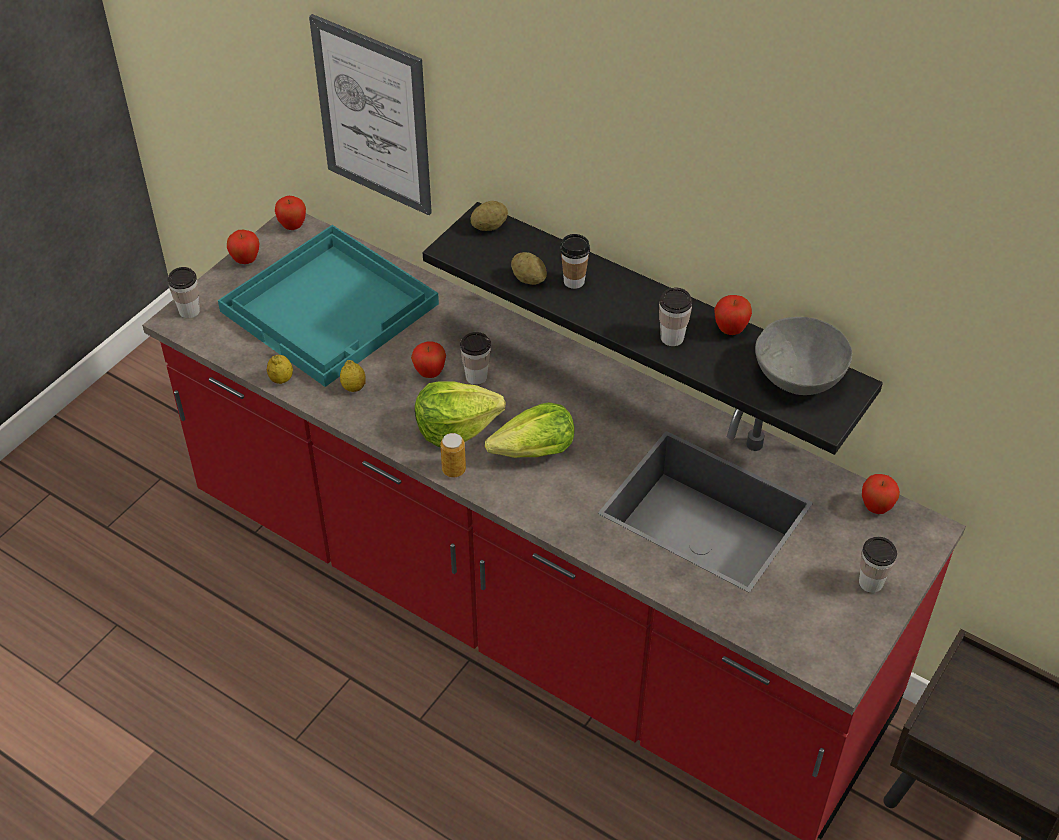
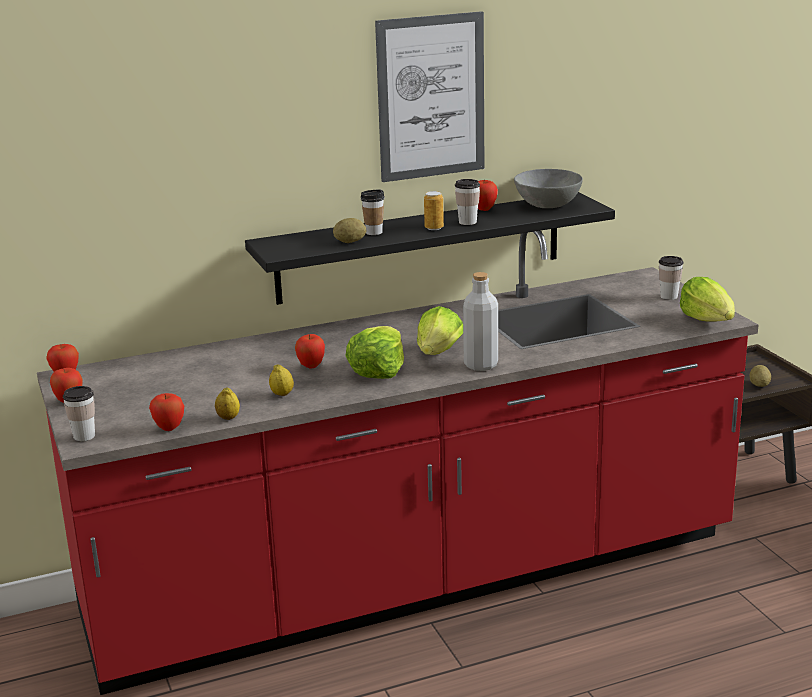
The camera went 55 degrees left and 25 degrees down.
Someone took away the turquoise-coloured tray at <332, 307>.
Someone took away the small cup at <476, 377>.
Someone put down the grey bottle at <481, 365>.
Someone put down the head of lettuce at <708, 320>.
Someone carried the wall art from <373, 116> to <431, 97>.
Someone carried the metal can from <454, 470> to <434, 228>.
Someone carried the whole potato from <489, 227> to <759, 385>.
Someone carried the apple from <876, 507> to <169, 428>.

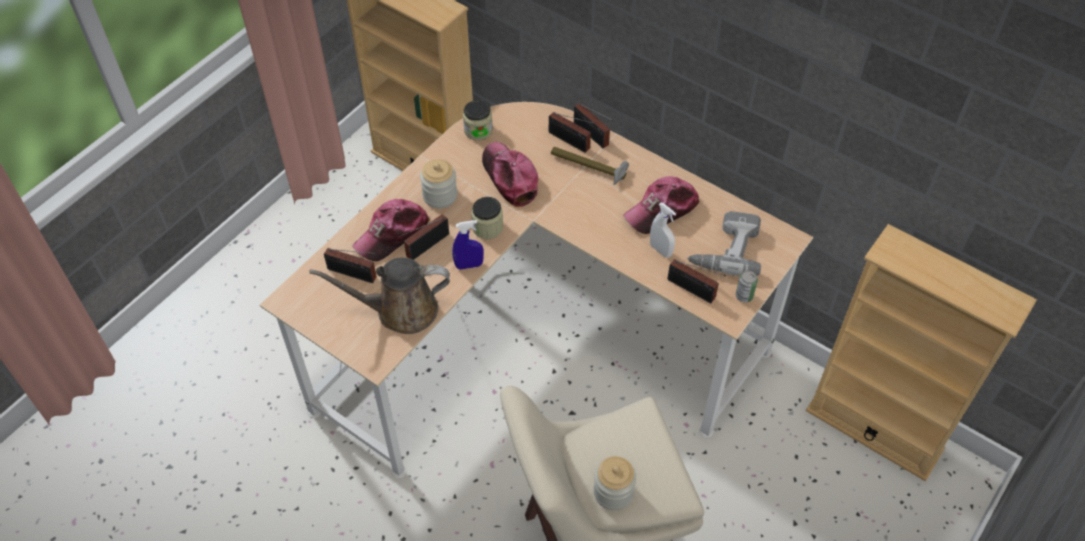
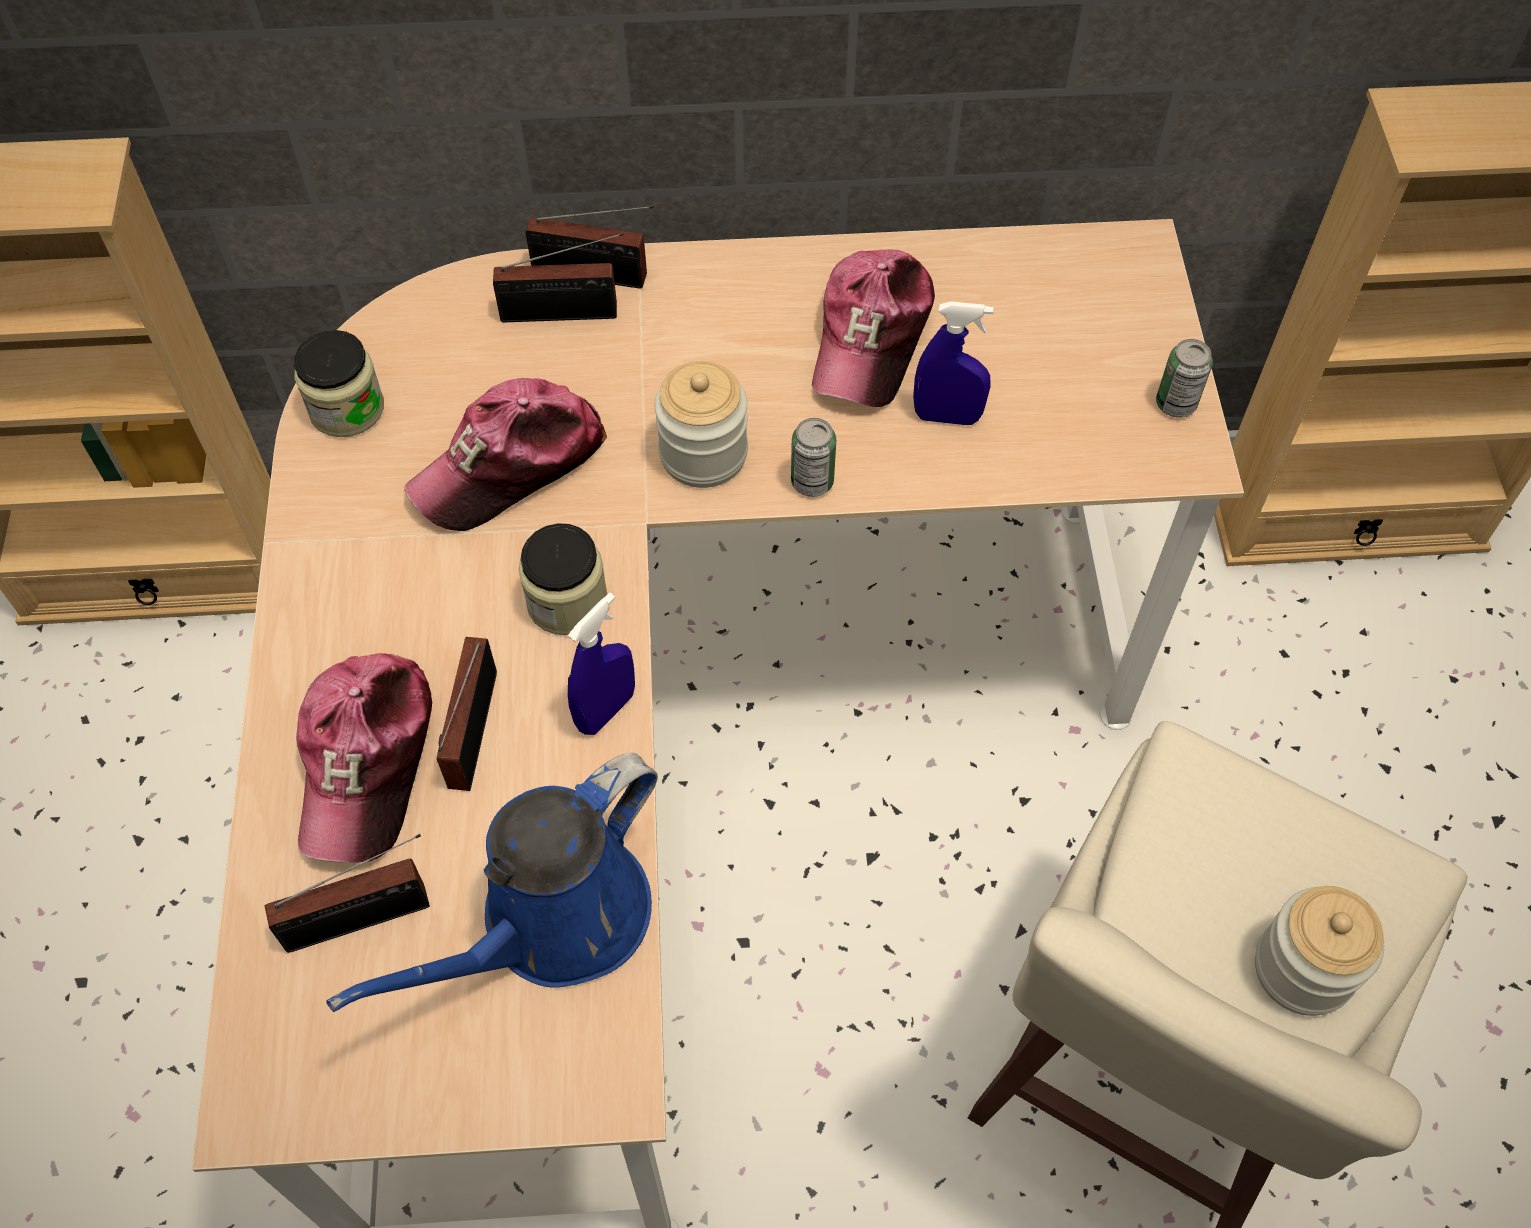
The camera went 40 degrees left and 5 degrees up.
Someone took away the hammer at <588, 167>.
Someone took away the radio receiver at <693, 290>.
Someone took away the power drill at <725, 249>.
Someone put down the metal can at <812, 482>.
Someone carried the jar from <440, 196> to <703, 454>.
Someone repainted the brownish watering can at <400, 310>, which became the blue-coloured watering can at <552, 922>.
Someone repainted the whitish hand sprayer at <660, 250>, which became the blue-coloured hand sprayer at <947, 416>.
Someone rotated the cap at <509, 177> by 60 degrees counterclockwise.

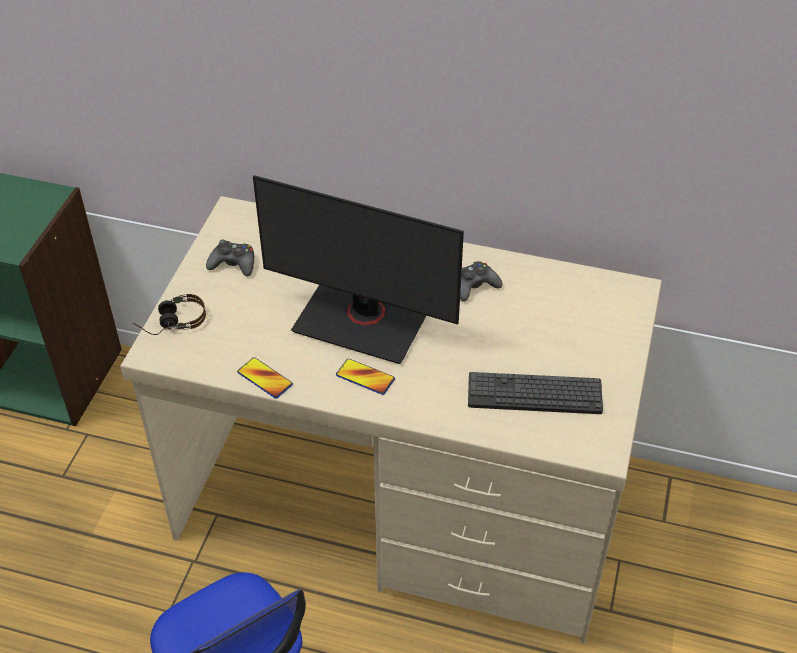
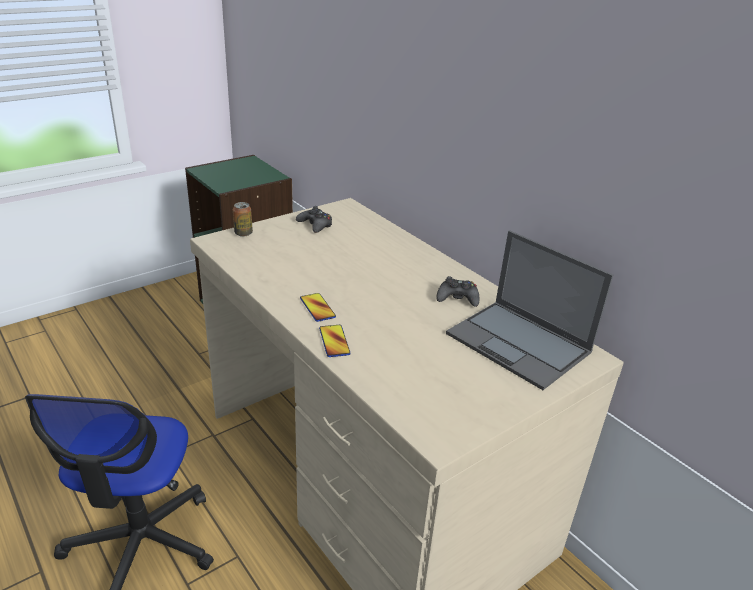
The camera went 35 degrees right and 15 degrees down.
Someone took away the computer display at <362, 320>.
Someone took away the computer keyboard at <534, 394>.
Someone put down the notebook computer at <519, 344>.
Someone carried the handset from <265, 378> to <334, 341>.
Someone swapped the headset at <171, 322> for the metal can at <243, 233>.

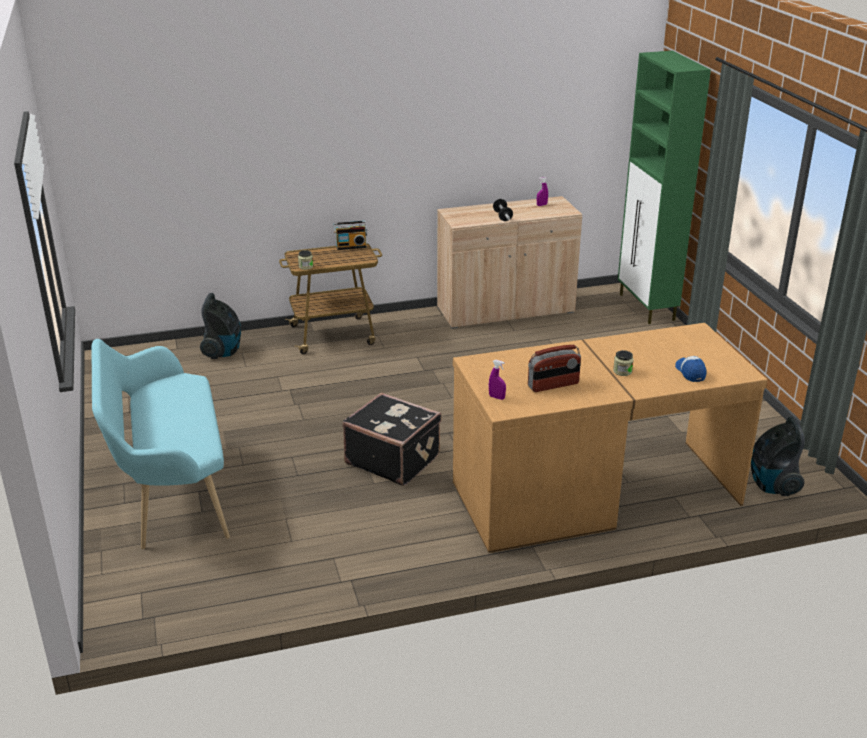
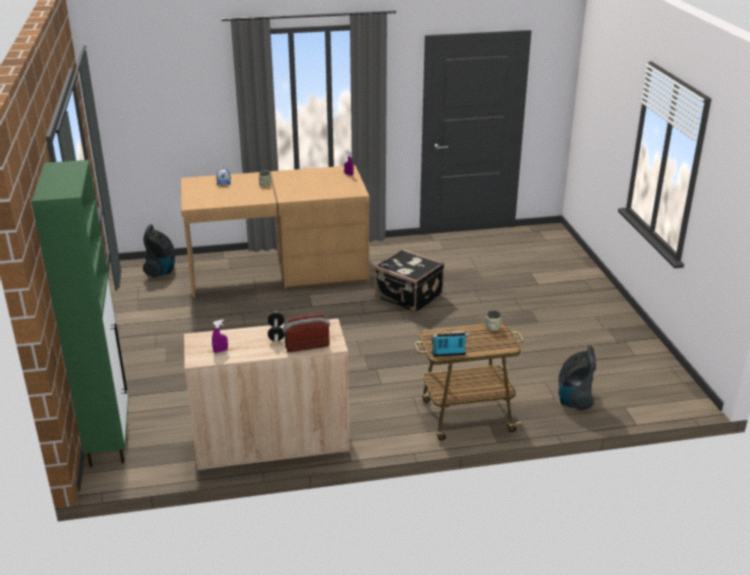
The camera went 175 degrees left and 0 degrees up.
Someone took away the turquoise-coloured long seat at <170, 491>.
Someone carried the radio receiver from <553, 385> to <307, 346>.

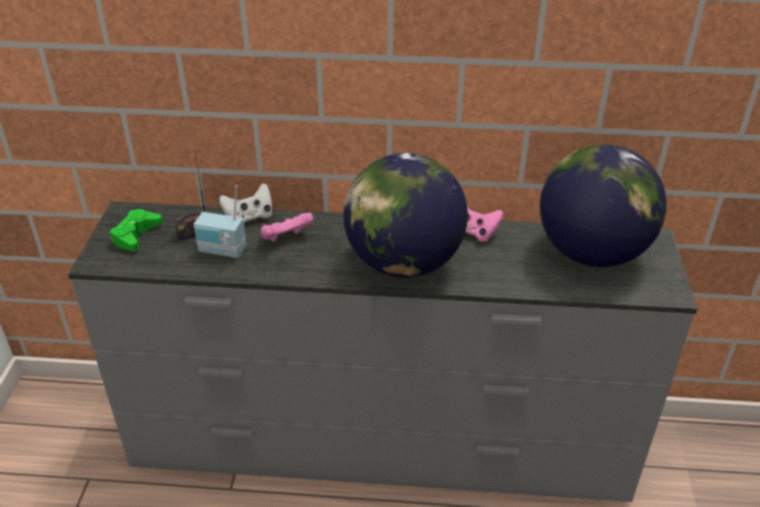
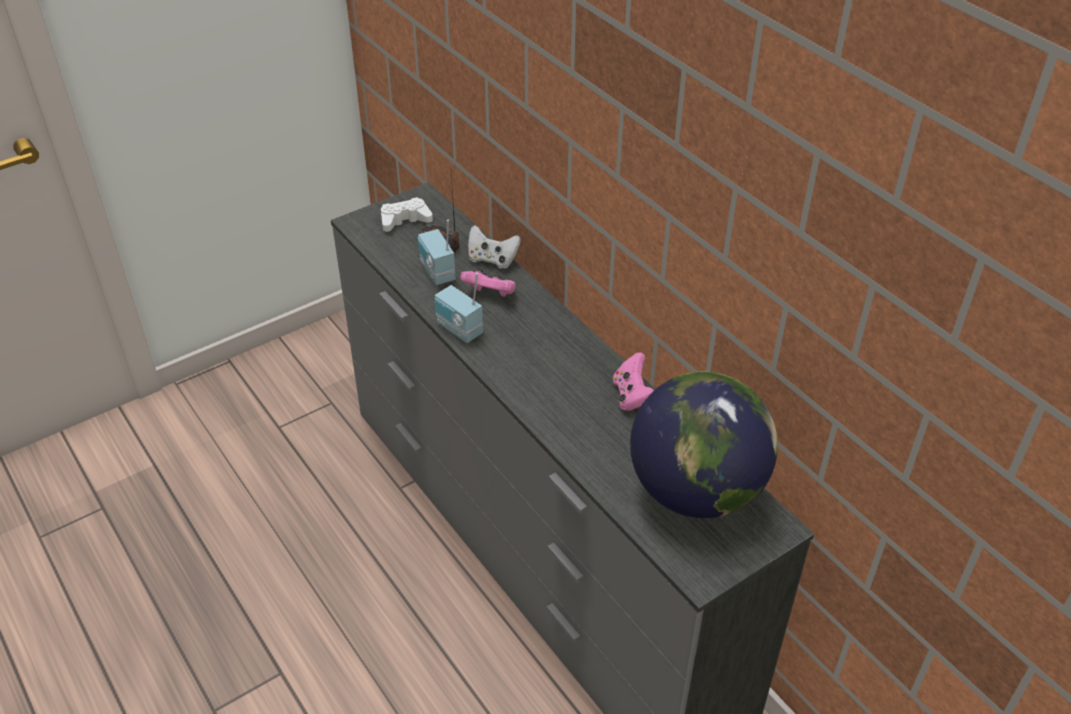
The camera went 50 degrees right and 5 degrees up.
Someone took away the globe at <404, 263>.
Someone put down the radio receiver at <458, 330>.
Someone repainted the green joypad at <136, 235>, which became the whitish joypad at <405, 220>.

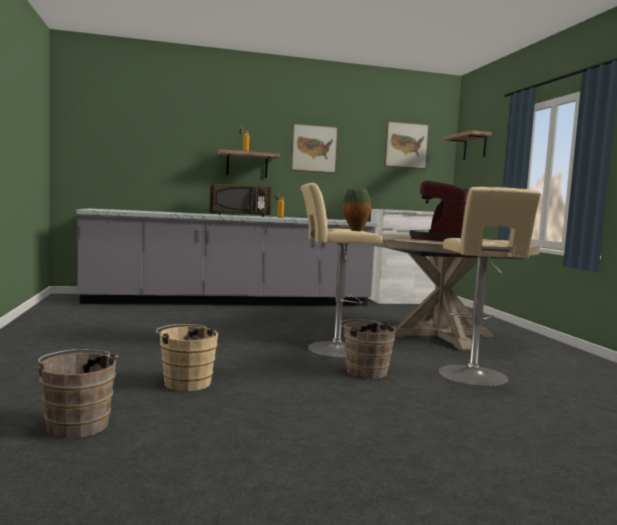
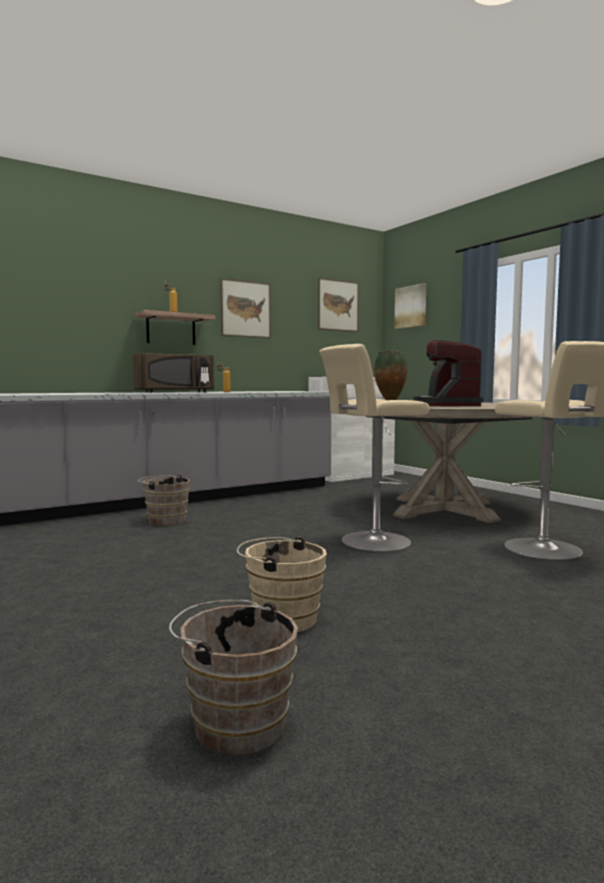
The camera went 20 degrees left and 0 degrees up.
Someone carried the brownish water bucket from <364, 371> to <165, 520>.
Someone swapped the shelf at <475, 147> for the wall art at <411, 306>.

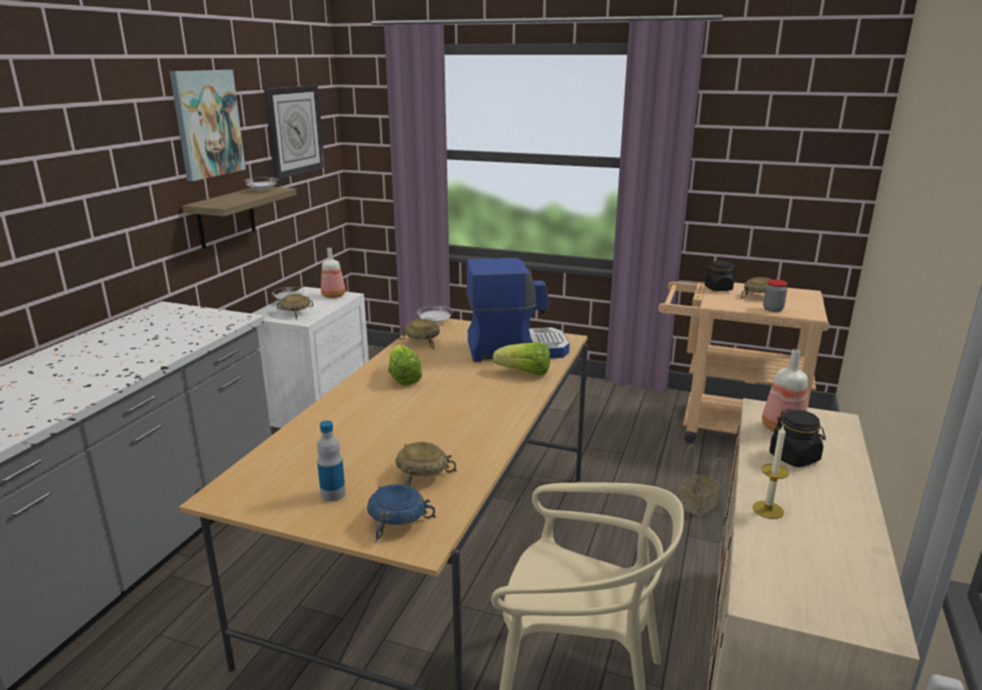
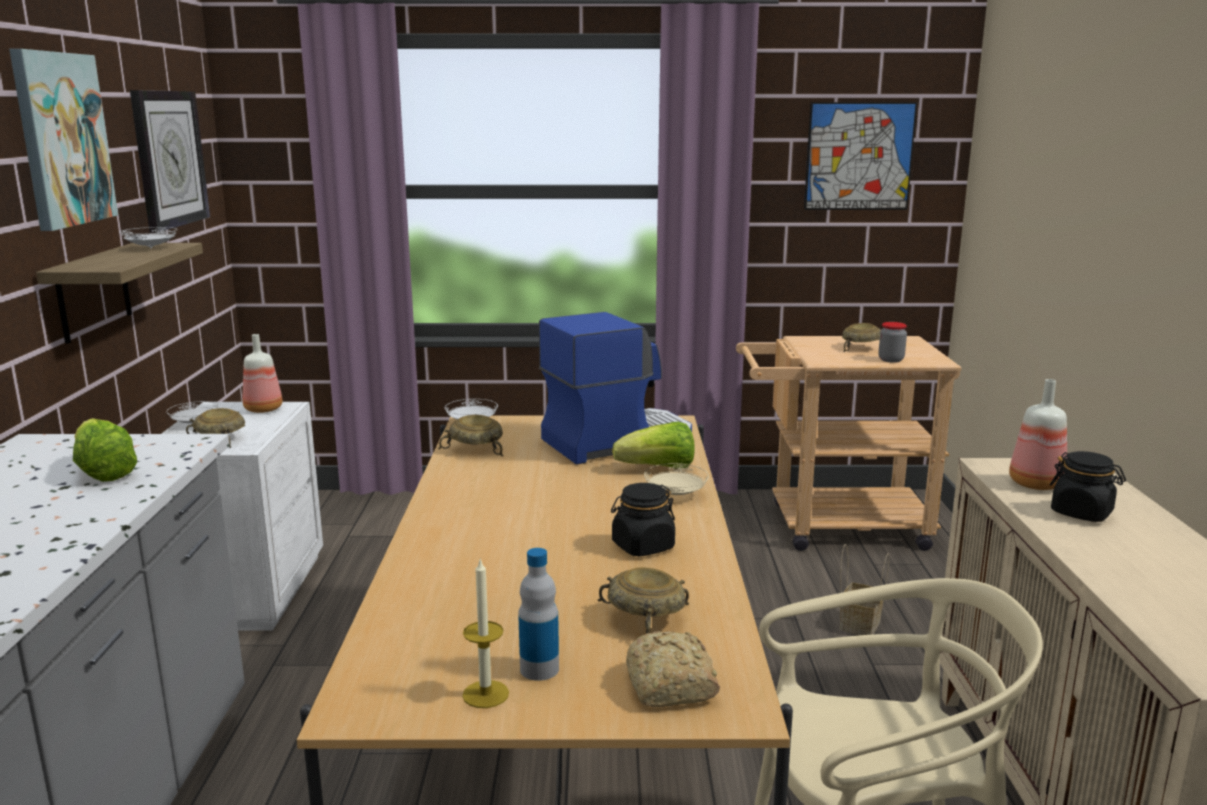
The camera went 20 degrees left and 5 degrees down.
Someone put down the beige-coloured flat dish at <676, 495>.
Someone put up the wall art at <859, 156>.
Someone carried the head of lettuce from <403, 378> to <104, 472>.
Someone carried the blackish jar from <718, 289> to <642, 546>.
Someone carried the candle from <768, 510> to <485, 694>.
Someone swapped the blue-coloured serving bowl at <395, 522> for the bakery bread at <669, 687>.

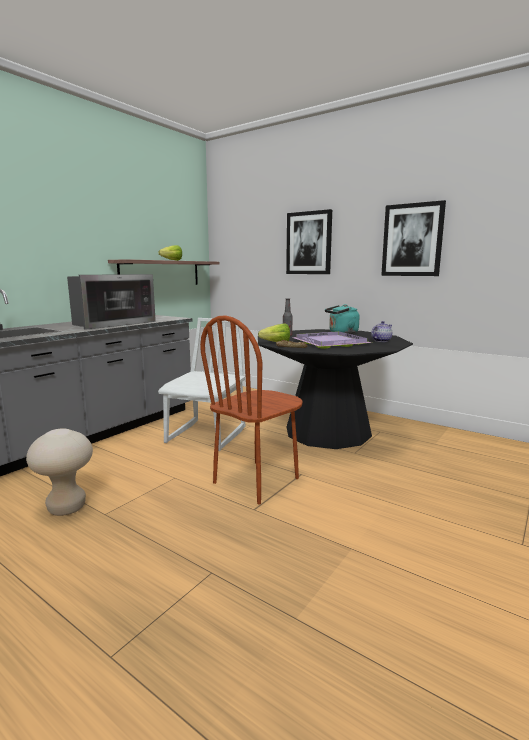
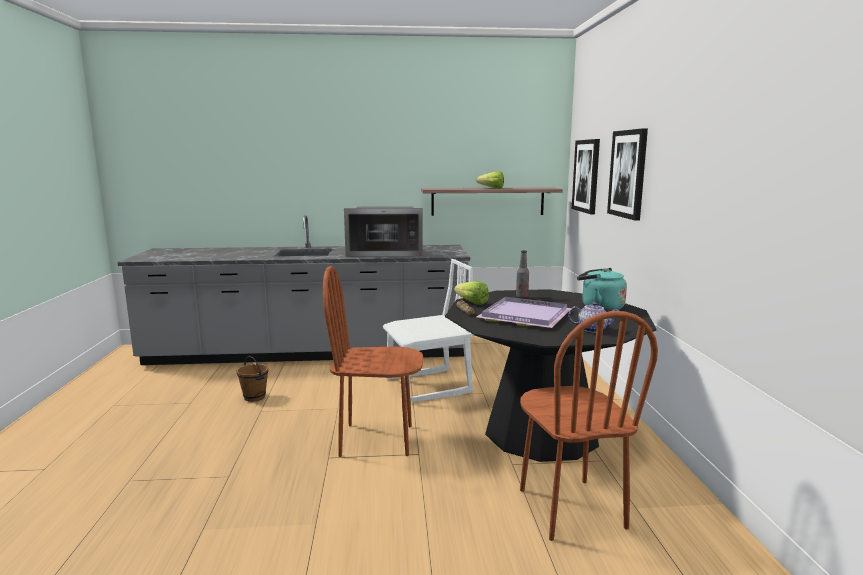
The camera went 50 degrees right and 0 degrees up.
Someone put down the brownish chair at <570, 508>.
Someone carried the wall art from <412, 240> to <586, 176>.
Someone swapped the beige-coloured sitting stool at <67, 508> for the brownish water bucket at <255, 397>.

